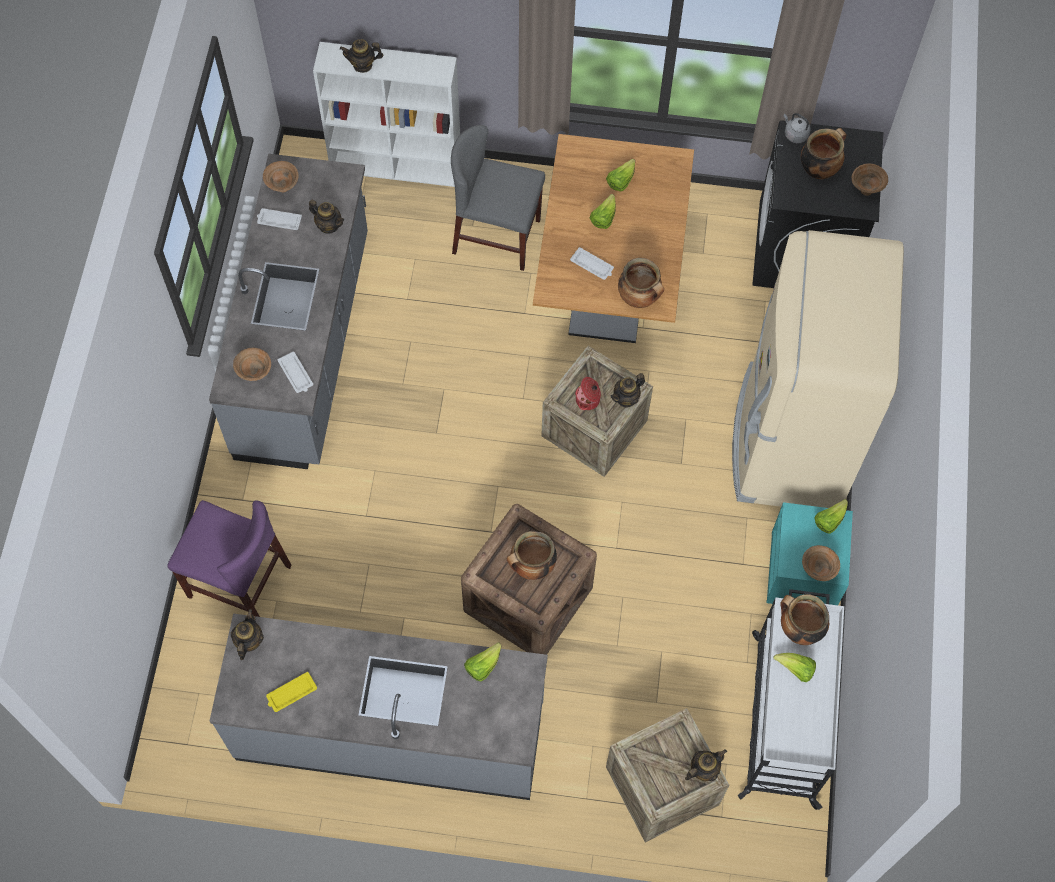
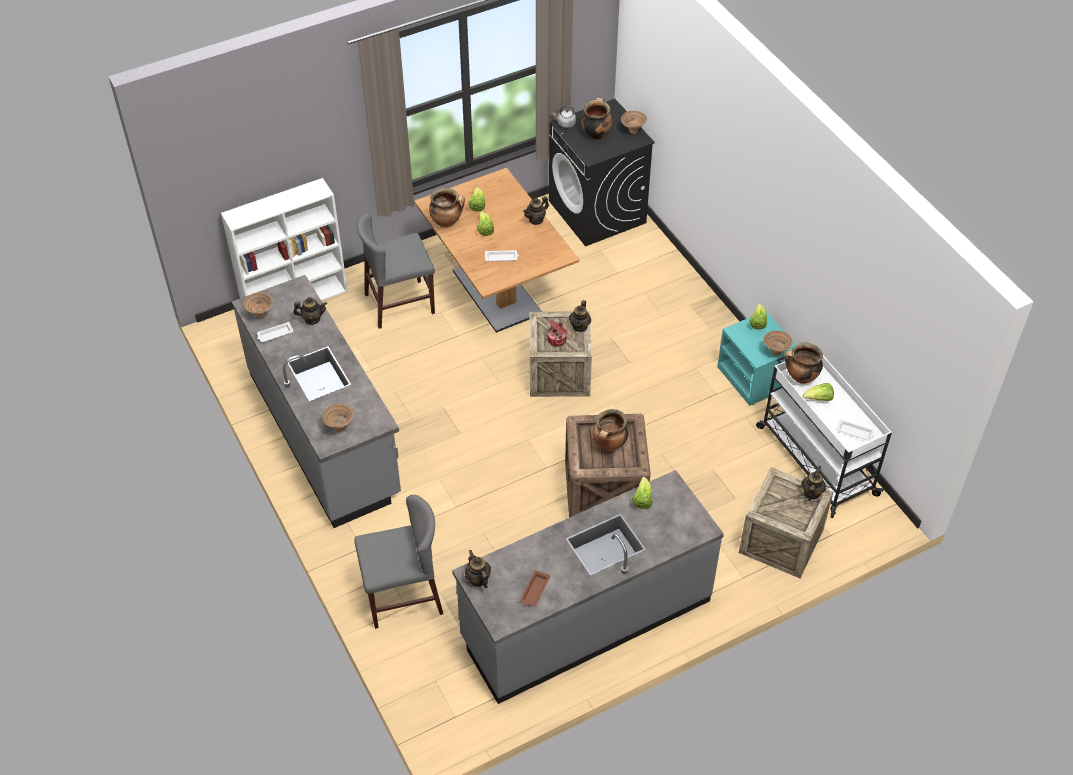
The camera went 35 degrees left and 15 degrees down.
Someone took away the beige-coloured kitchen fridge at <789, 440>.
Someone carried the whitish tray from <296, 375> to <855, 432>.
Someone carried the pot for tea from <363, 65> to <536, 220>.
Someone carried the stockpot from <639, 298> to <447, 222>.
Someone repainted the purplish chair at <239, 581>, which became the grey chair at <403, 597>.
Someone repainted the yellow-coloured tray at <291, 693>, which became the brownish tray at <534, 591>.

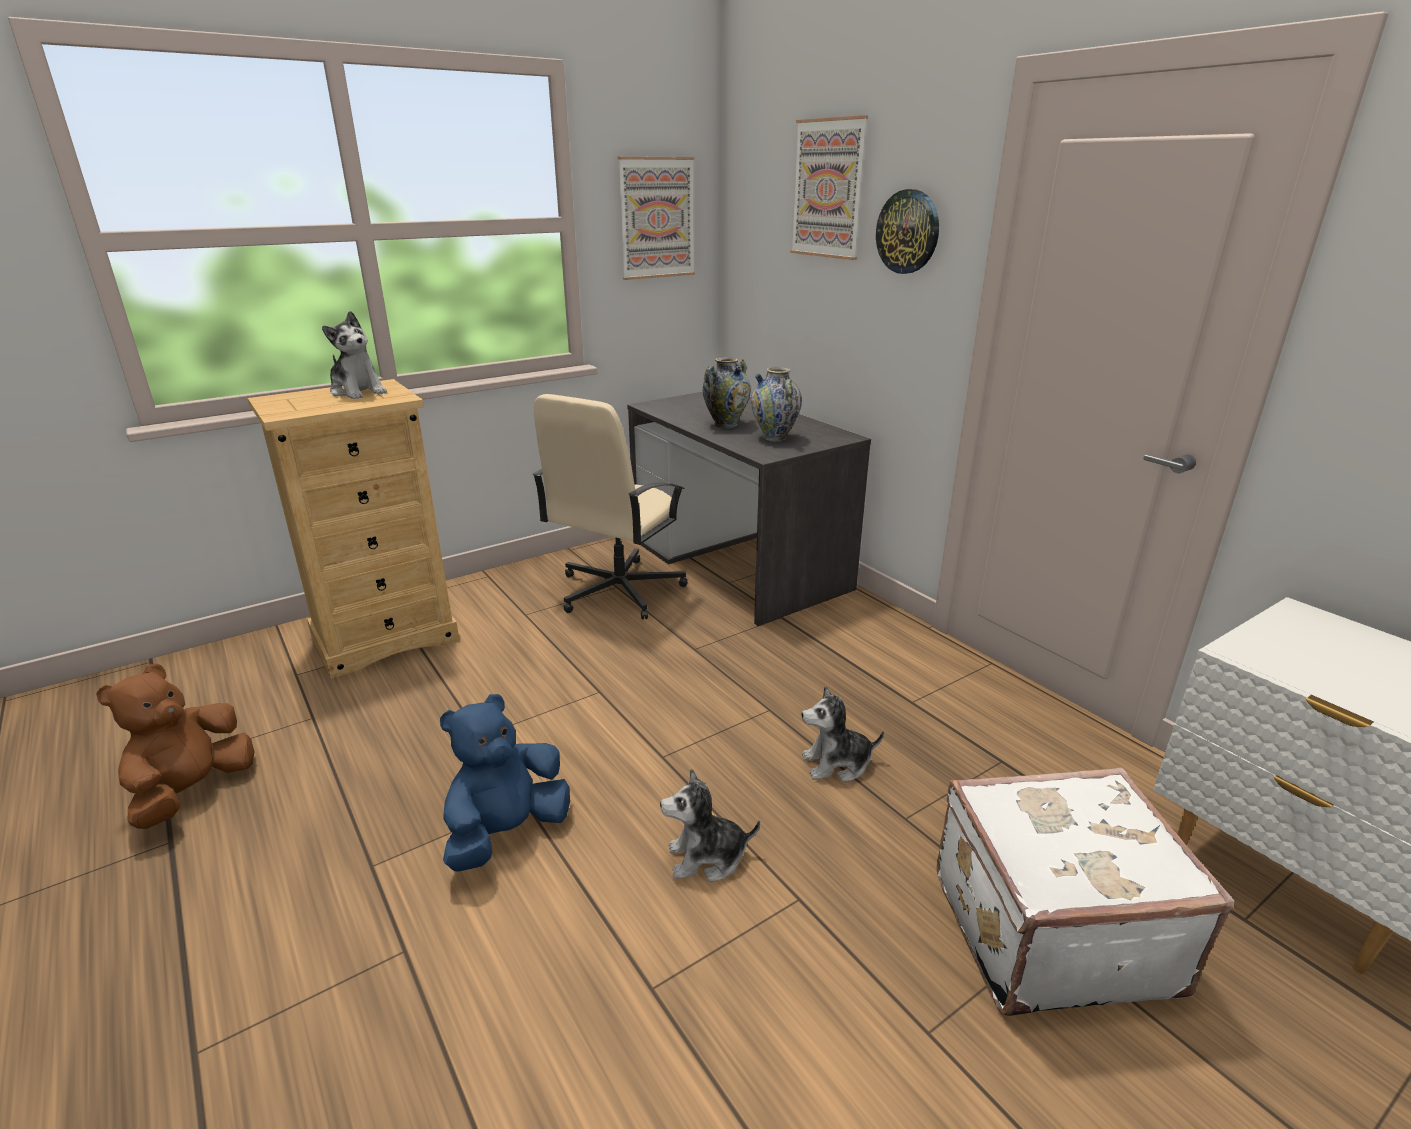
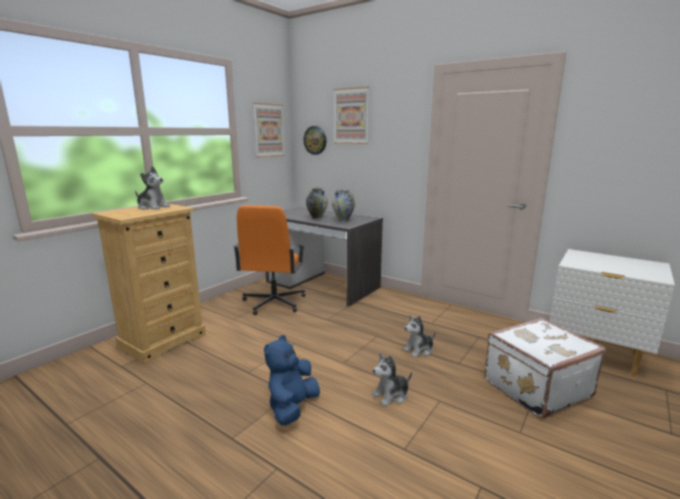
The camera went 20 degrees left and 10 degrees down.
Someone took away the brownish cuddly toy at <193, 792>.
Someone carried the hanging clock from <908, 232> to <315, 140>.
Someone repainted the beige-coloured office chair at <618, 591>, which became the orangey office chair at <273, 303>.

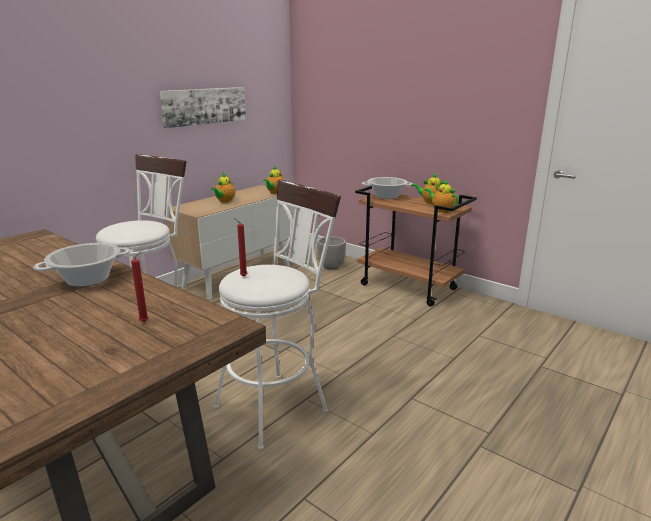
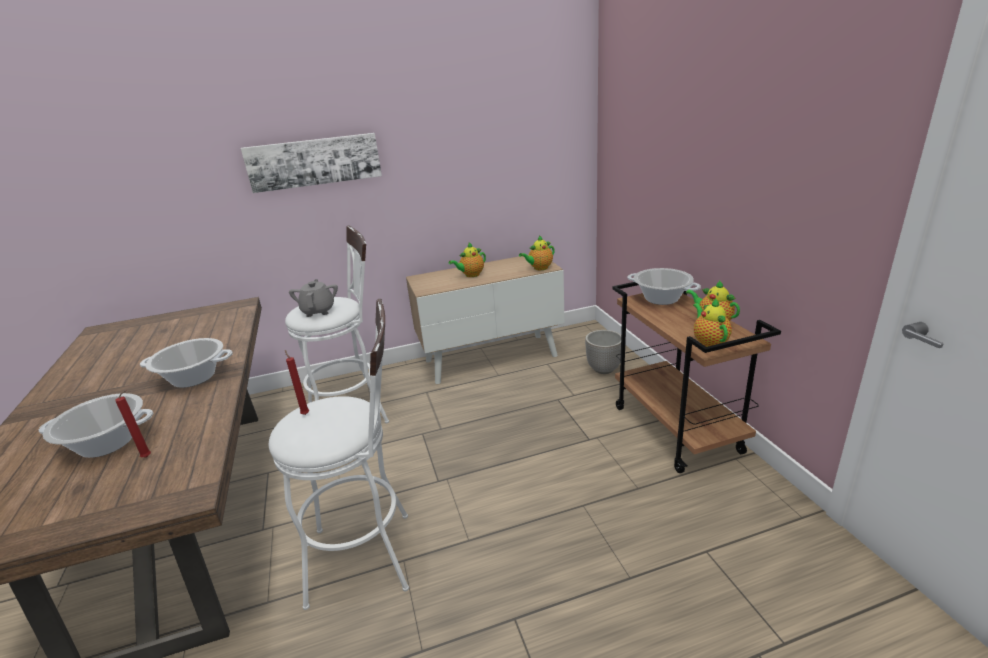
The camera went 35 degrees right and 5 degrees up.
Someone put down the stockpot at <107, 443>.
Someone put down the grey pot for tea at <318, 311>.
Someone carried the wall art from <204, 106> to <314, 162>.

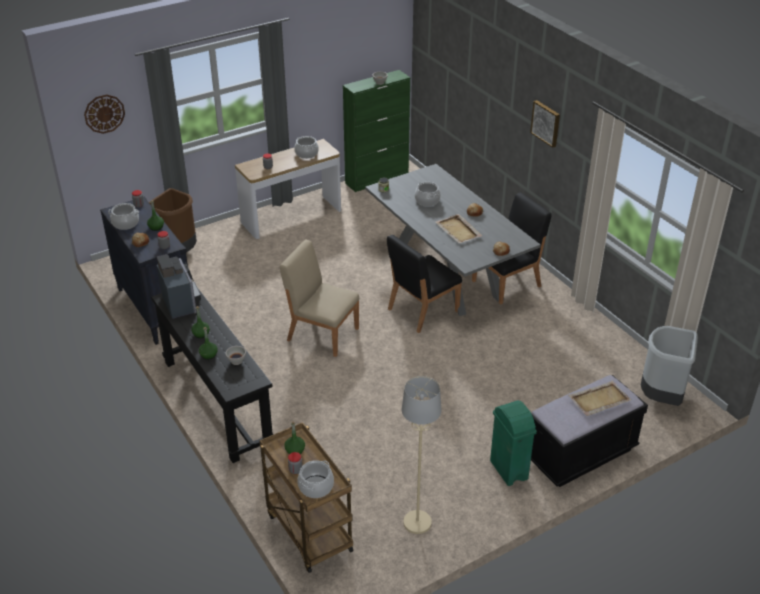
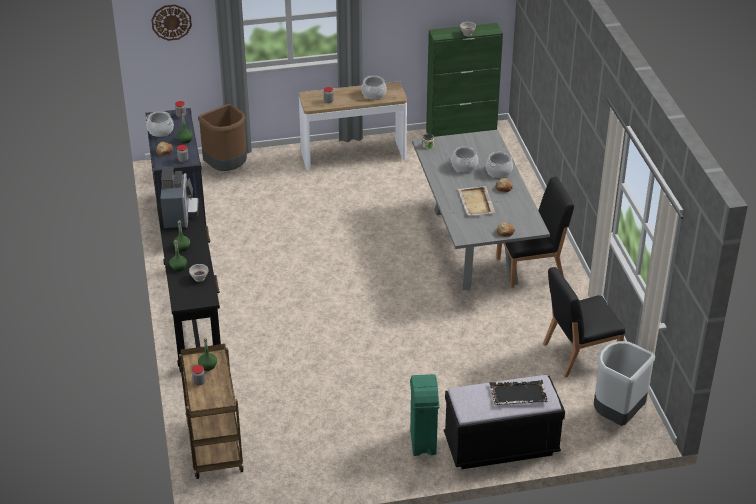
The camera went 20 degrees right and 0 degrees up.
Someone took away the beige-coloured chair at <322, 333>.
Someone took away the beige-coloured floor lamp at <417, 522>.
Someone took away the wall art at <546, 123>.
Someone carried the stockpot from <315, 486> to <498, 171>.
Someone carried the blackish chair from <422, 310> to <579, 354>.
Someone repainted the beige-coloured tray at <598, 400>, which became the blackish tray at <517, 394>.

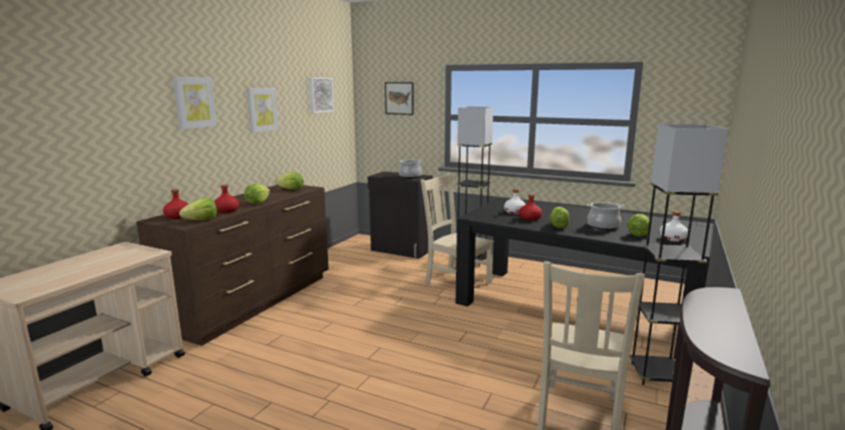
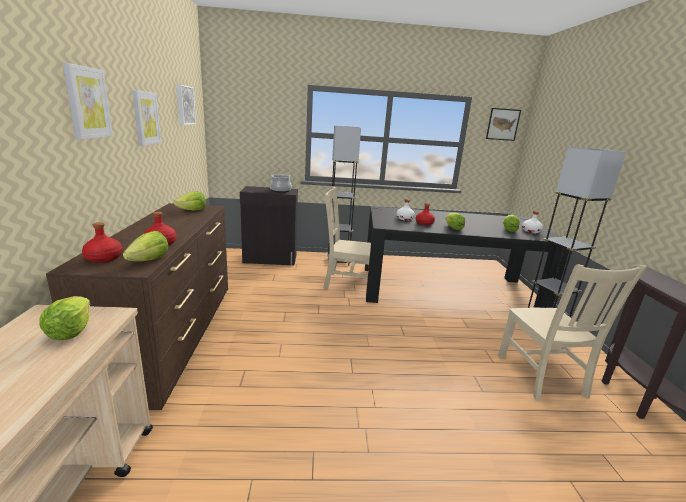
The camera went 30 degrees left and 5 degrees up.
Someone took away the stockpot at <603, 226>.
Someone carried the head of lettuce from <257, 202> to <71, 331>.
Someone carried the wall art from <399, 98> to <503, 124>.

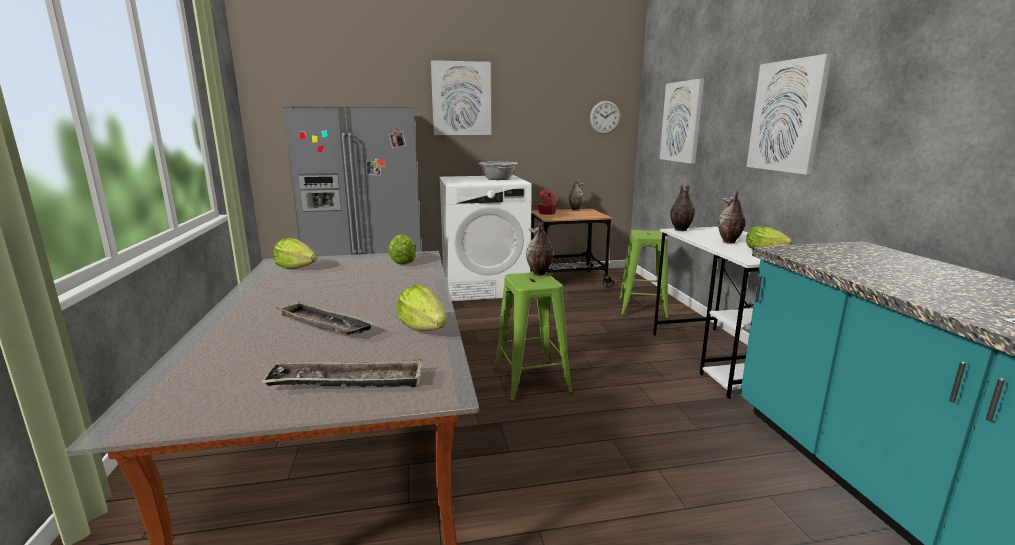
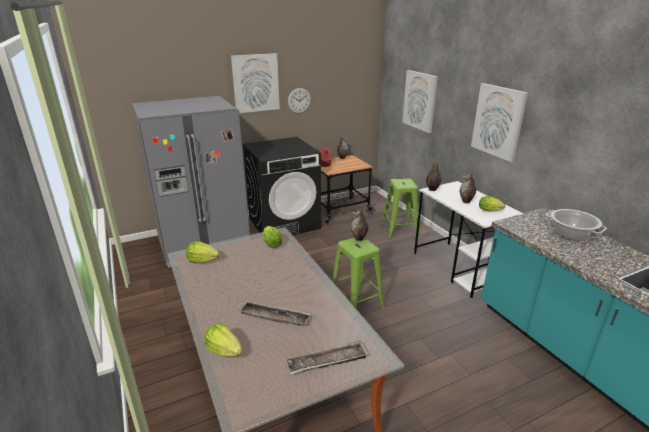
The camera went 15 degrees left and 10 degrees up.
Someone carried the head of lettuce from <424, 328> to <224, 351>.
Someone carried the stockpot from <498, 179> to <571, 234>.
Someone carried the hanging clock from <605, 117> to <299, 100>.
Someone repainted the whitish laundry appliance at <485, 287>, which became the blackish laundry appliance at <284, 223>.

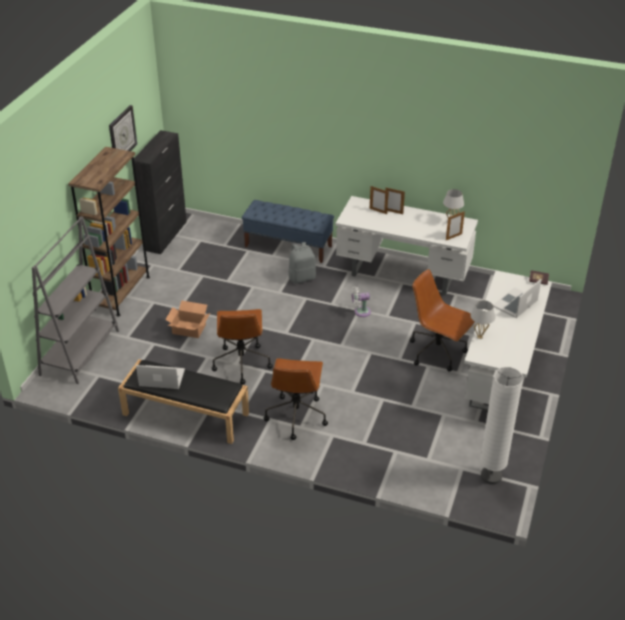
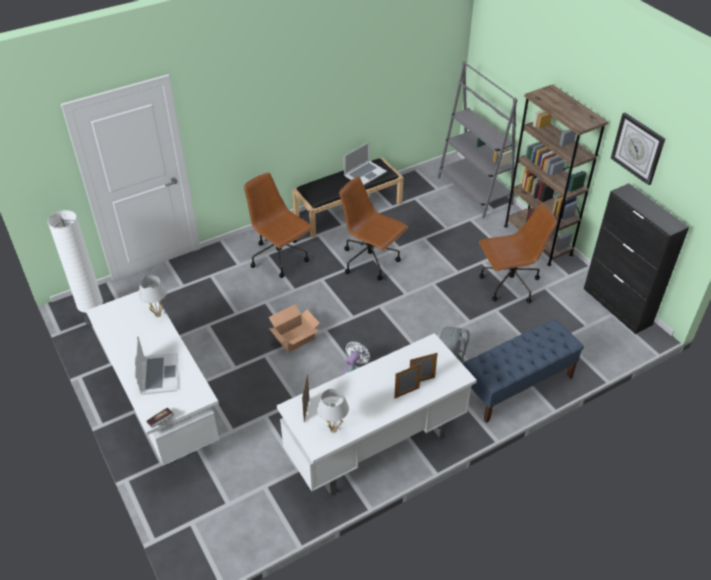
The camera went 130 degrees right and 5 degrees up.
Someone carried the carton from <188, 328> to <295, 338>.
Someone carried the brownish office chair from <438, 352> to <508, 285>.

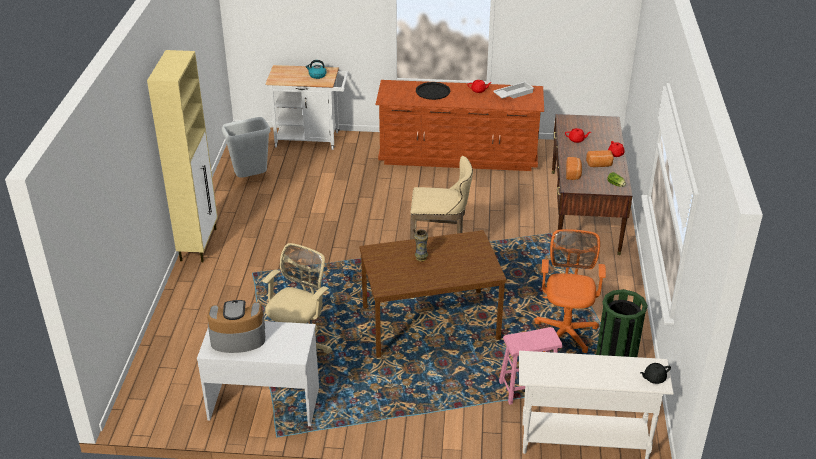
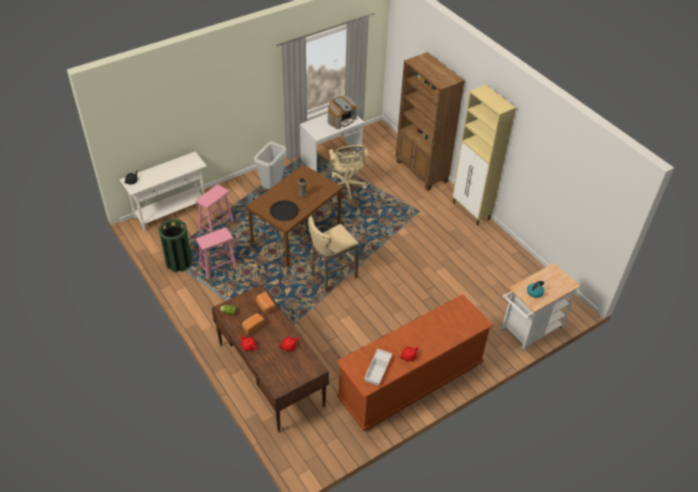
The camera went 140 degrees right and 10 degrees up.
Someone put down the brownish bookcase at <421, 172>.
Someone carried the grey rubbish bin from <251, 179> to <272, 186>.
Someone carried the blackish tray from <433, 91> to <284, 211>.
Someone swapped the orangey office chair at <565, 331> for the pink sitting stool at <218, 266>.

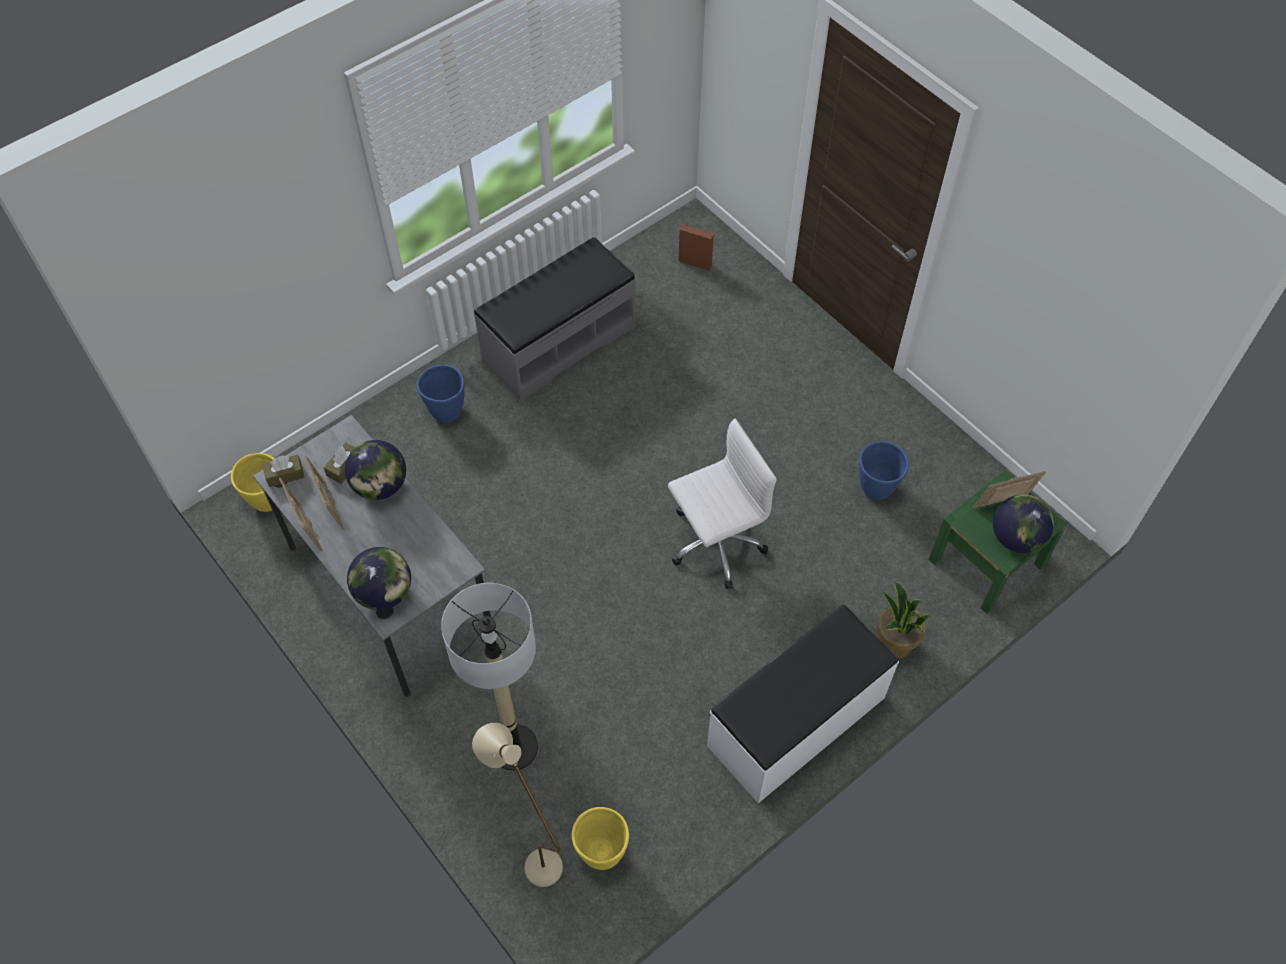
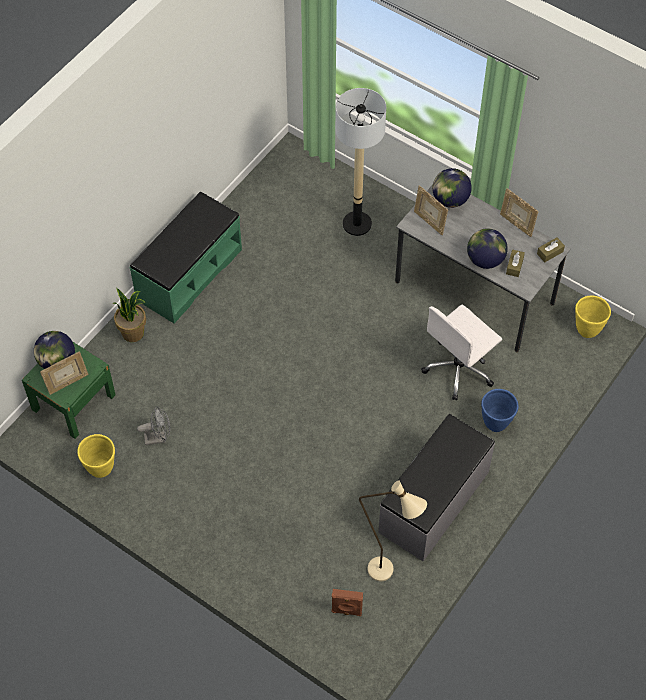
The camera went 165 degrees right and 0 degrees up.
Someone carried the standing frame from <330, 508> to <429, 222>.
Someone carried the beige-coloured floor lamp from <533, 857> to <389, 574>.
Someone carried the yellow-coloured flower pot from <601, 852> to <101, 469>.
Someone carried the whitish office chair from <714, 544> to <459, 369>.
Someone swapped the blue-coloured flower pot at <876, 489> for the grey cooling fan at <158, 438>.
Someone repainted the whitish long seat at <797, 722>, which became the green long seat at <188, 274>.

